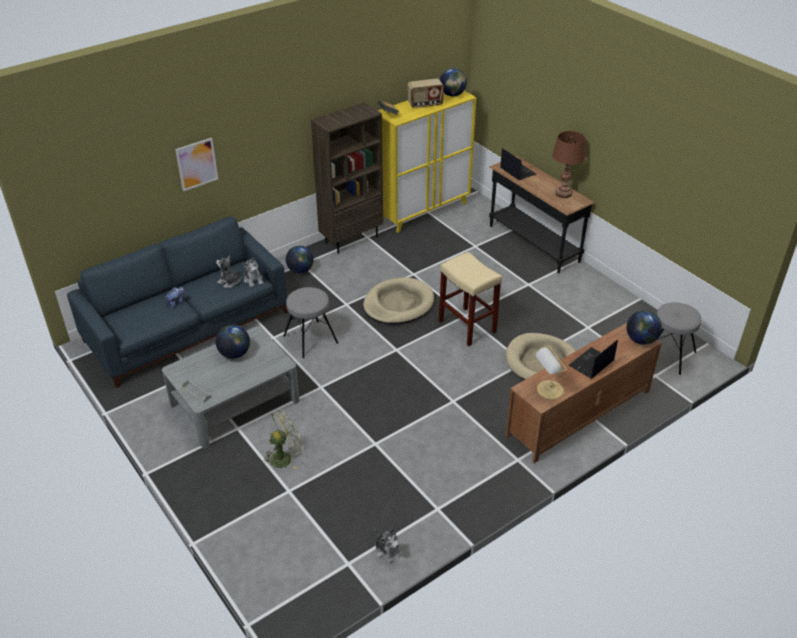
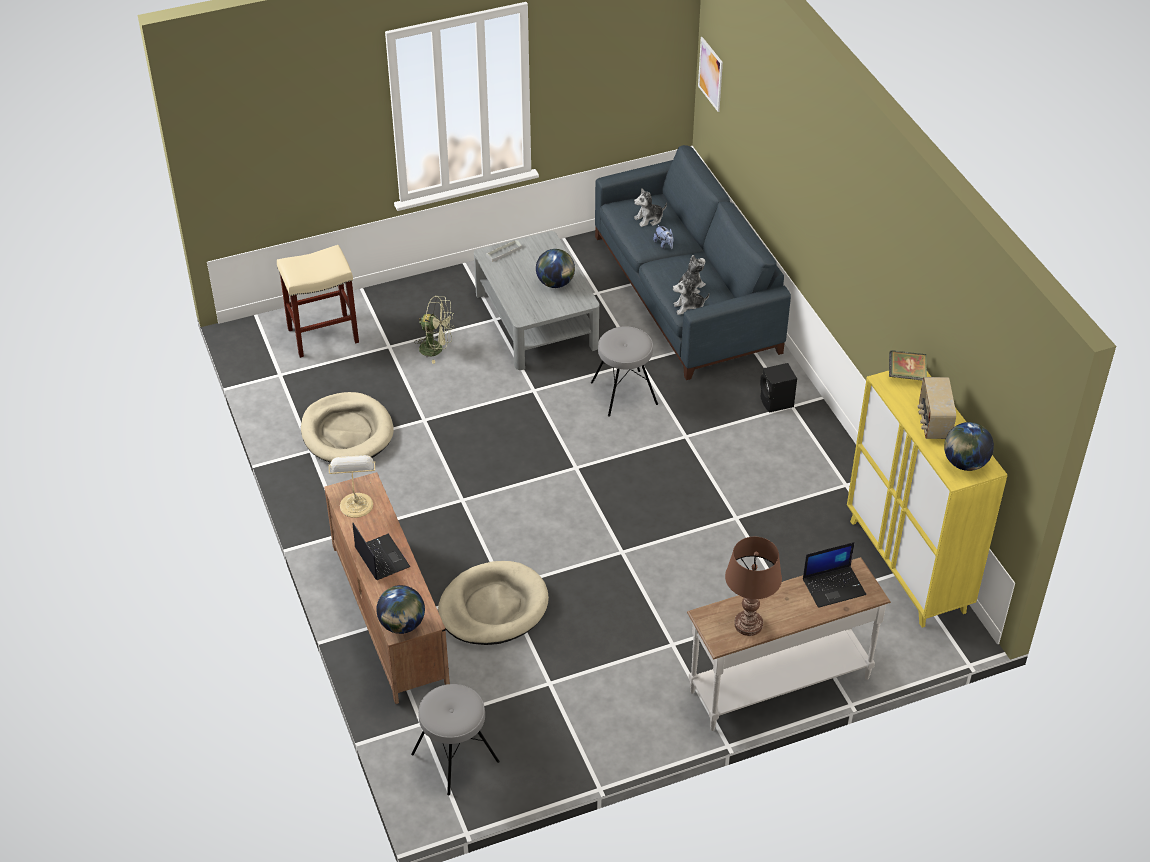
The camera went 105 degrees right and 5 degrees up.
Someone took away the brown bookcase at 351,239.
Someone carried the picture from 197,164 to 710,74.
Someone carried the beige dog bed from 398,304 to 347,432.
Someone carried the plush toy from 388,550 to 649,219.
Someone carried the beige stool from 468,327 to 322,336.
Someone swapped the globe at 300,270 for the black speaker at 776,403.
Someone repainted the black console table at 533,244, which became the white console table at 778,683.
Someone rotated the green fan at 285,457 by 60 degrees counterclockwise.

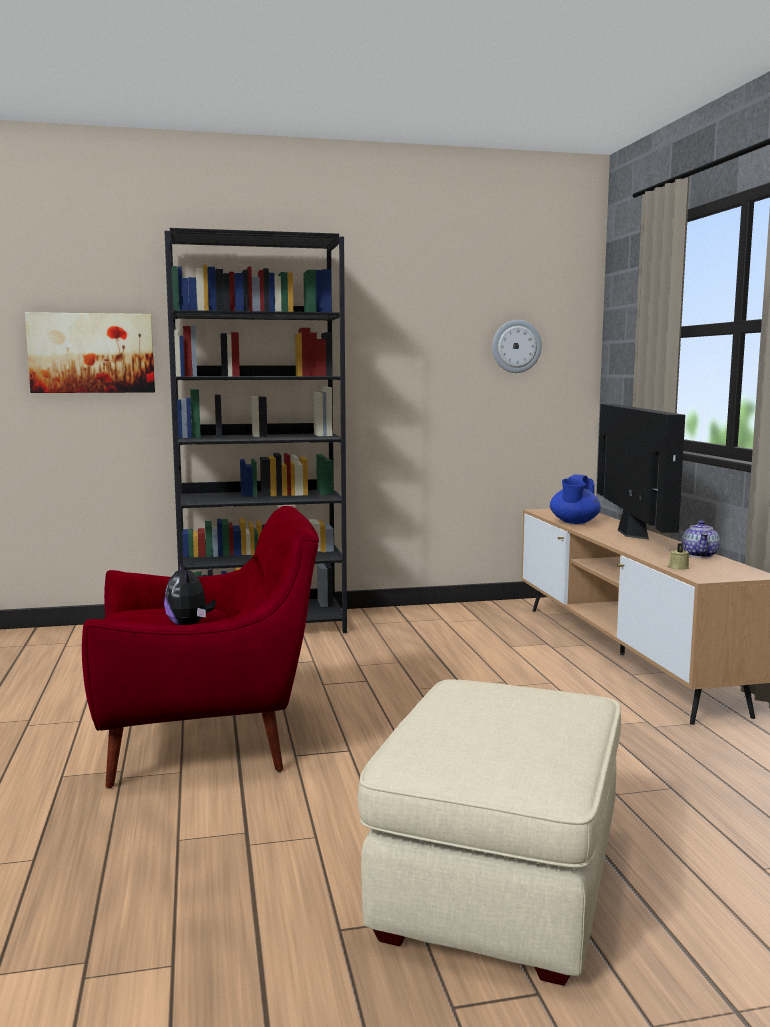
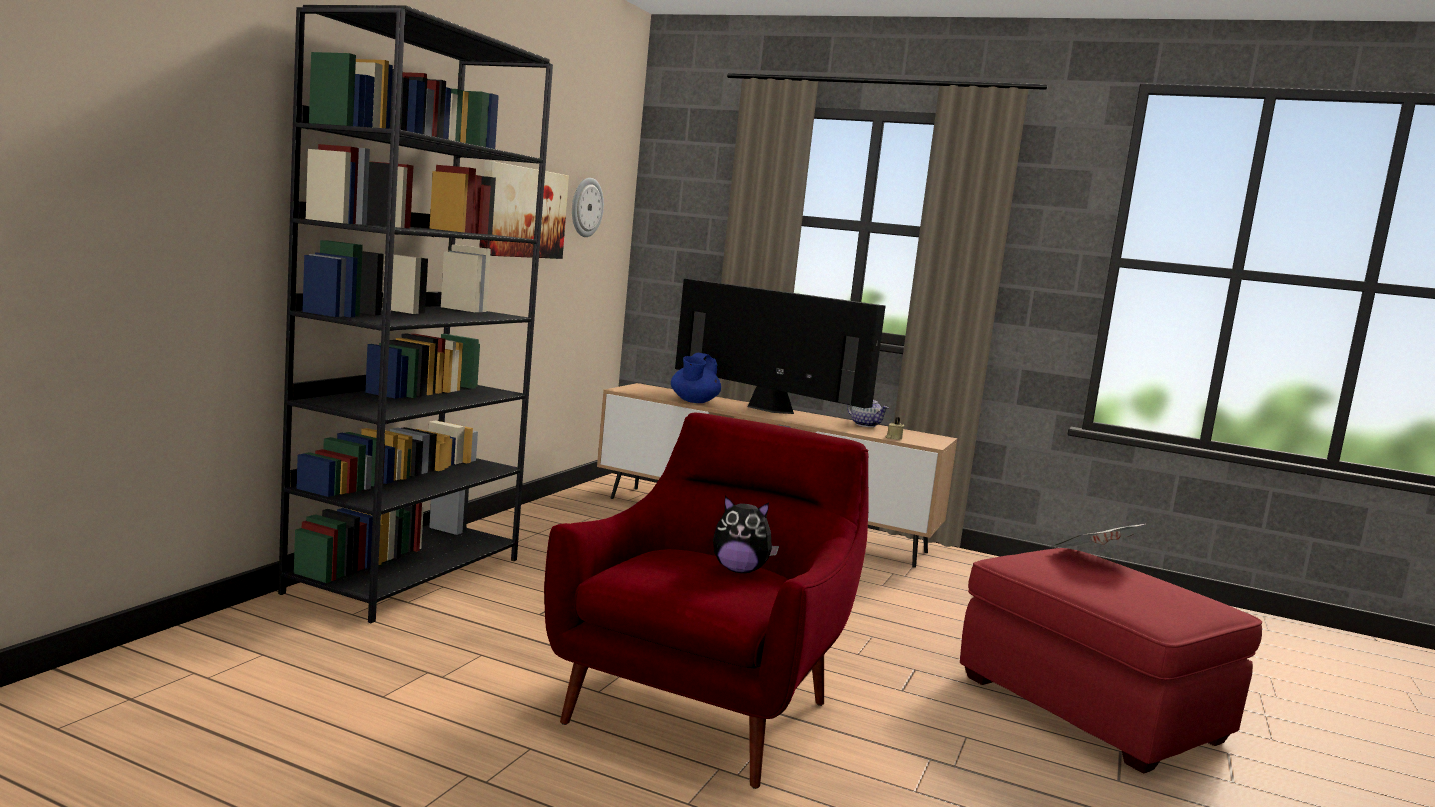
The camera went 55 degrees left and 0 degrees up.
Someone put down the newspaper at 1094,560.
Someone carried the picture from 92,353 to 522,212.
Someone repainted the beige ottoman at 498,884, which became the red ottoman at 1091,709.
Someone rotated the blue teapot at 574,522 by 45 degrees clockwise.

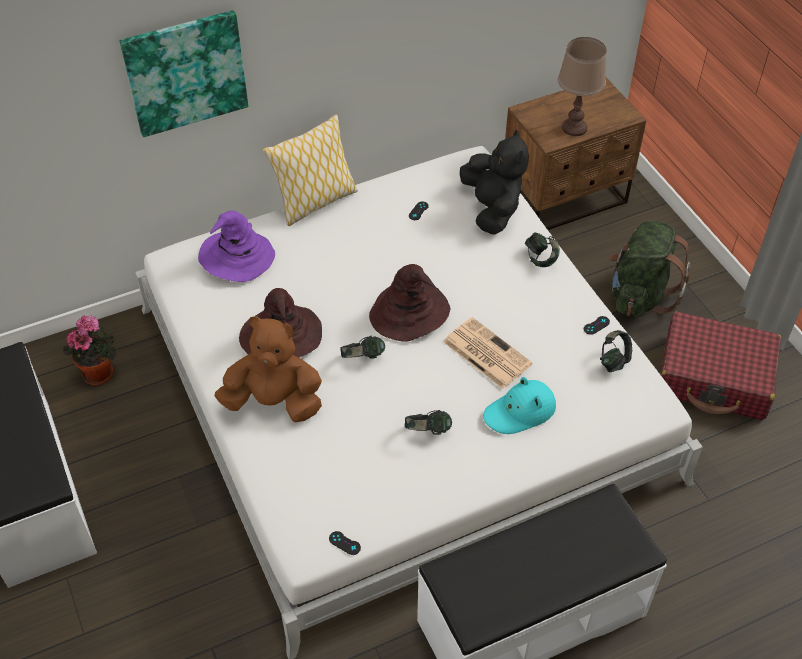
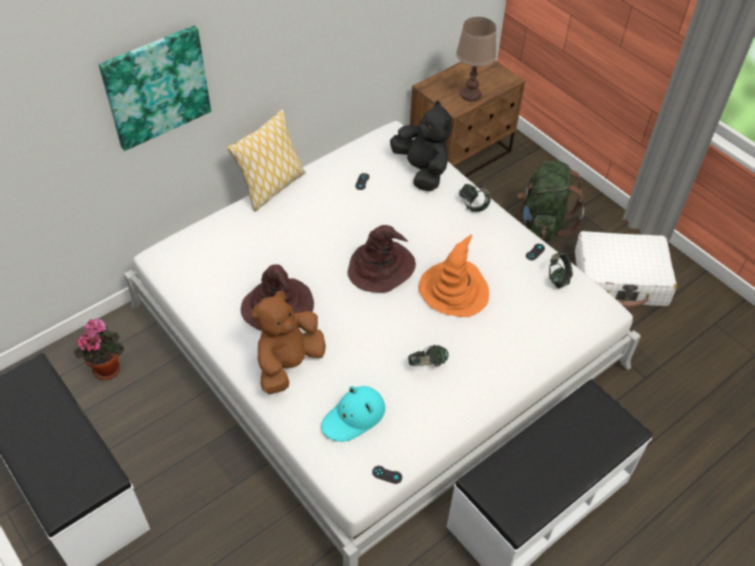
The camera went 15 degrees left and 0 degrees up.
Someone took away the purple hat at 236,257.
Someone took away the headphones at 363,358.
Someone carried the turquoise hat from 520,411 to 353,417.
Someone swapped the newspaper at 485,353 for the orange hat at 454,290.
Someone repainted the red suitcase at 714,377, which became the white suitcase at 620,279.
Someone rotated the brown plush toy at 274,401 by 45 degrees counterclockwise.

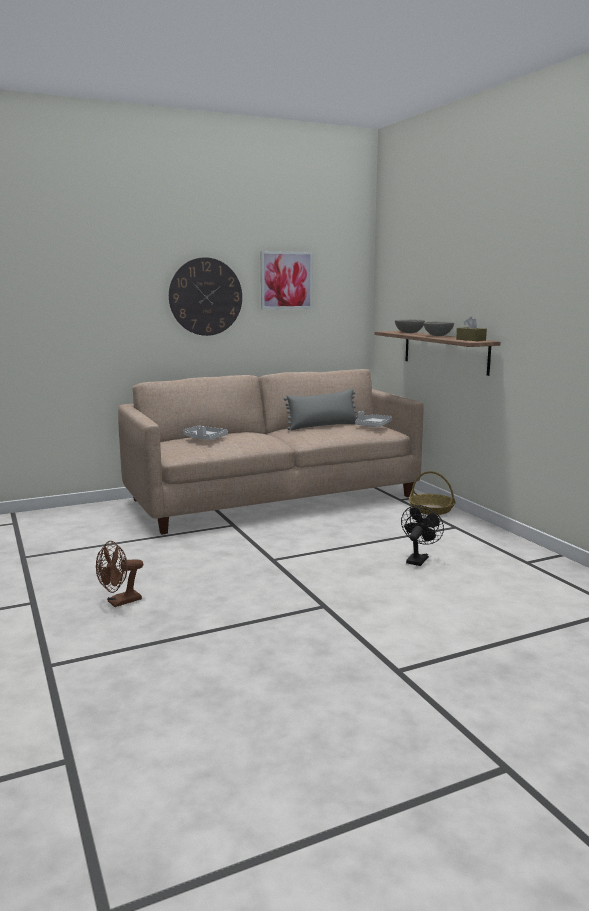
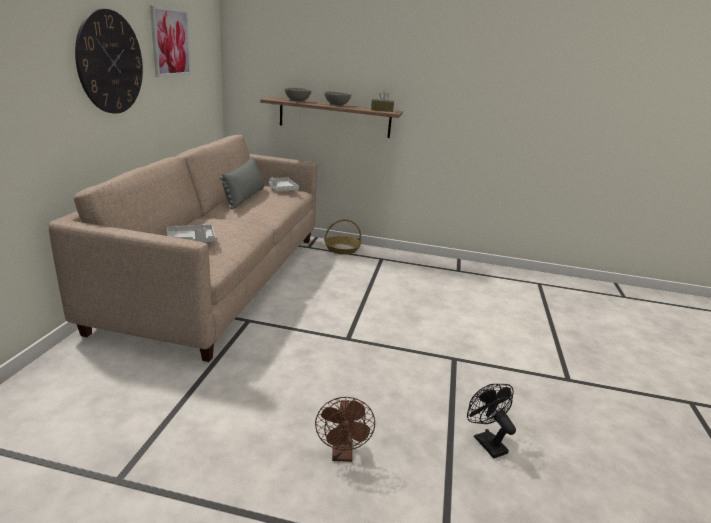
The camera went 55 degrees left and 10 degrees up.
Someone carried the black fan from 418,559 to 486,441.

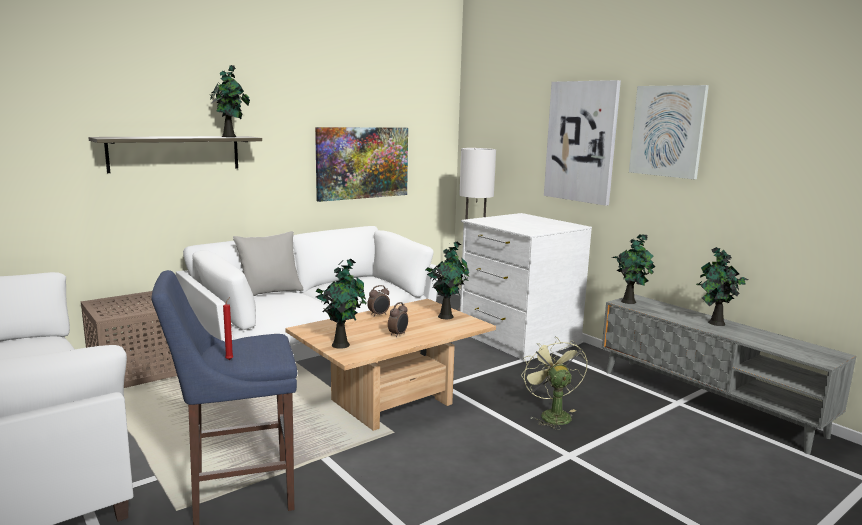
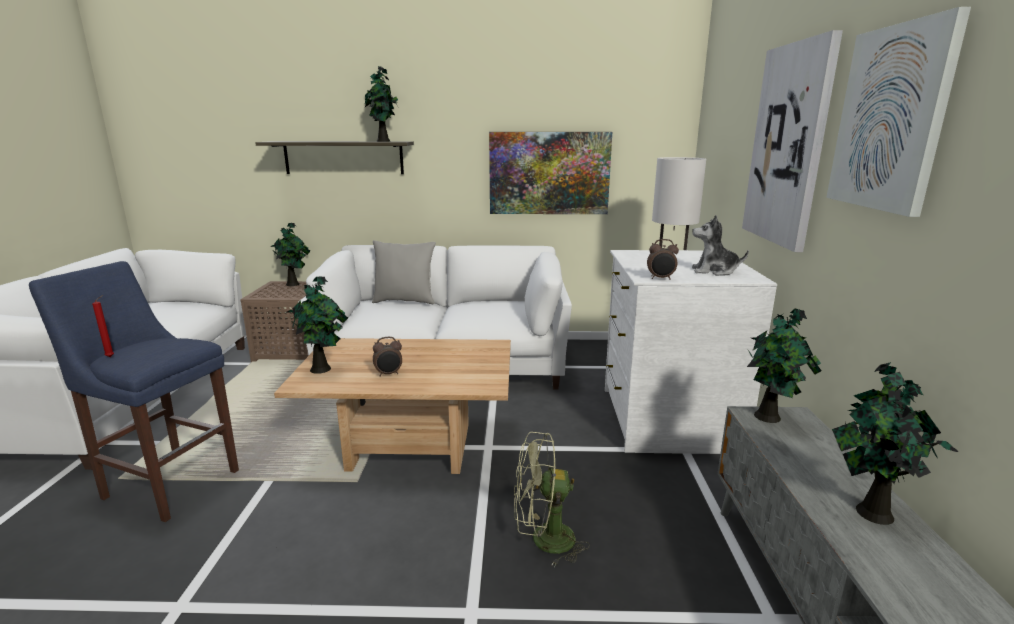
The camera went 40 degrees right and 5 degrees up.
Someone put down the plush toy at 714,271.
Someone carried the alarm clock from 379,315 to 660,278.
Someone carried the potted plant from 446,316 to 294,284.
Someone rotated the green fan at 551,414 by 120 degrees counterclockwise.

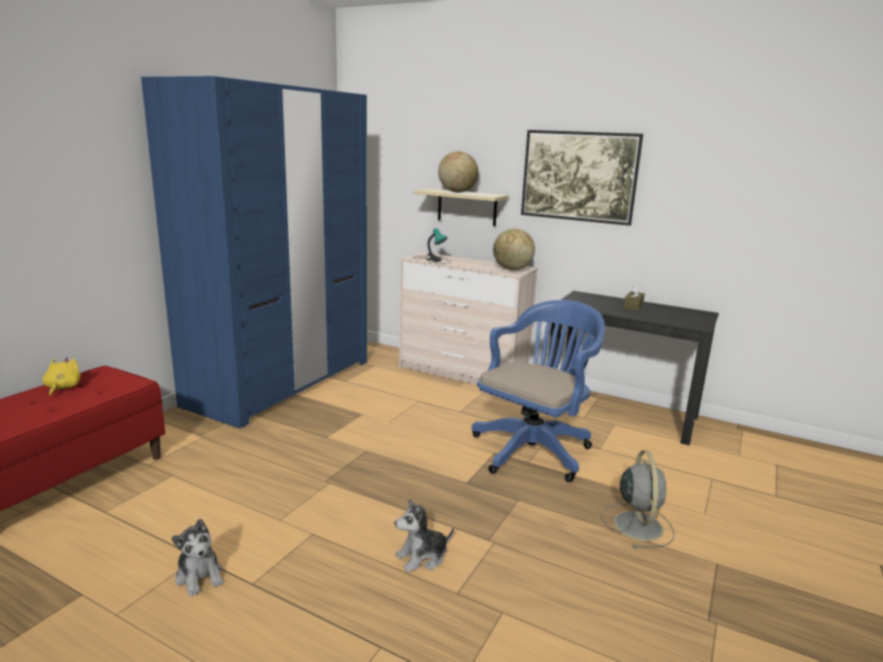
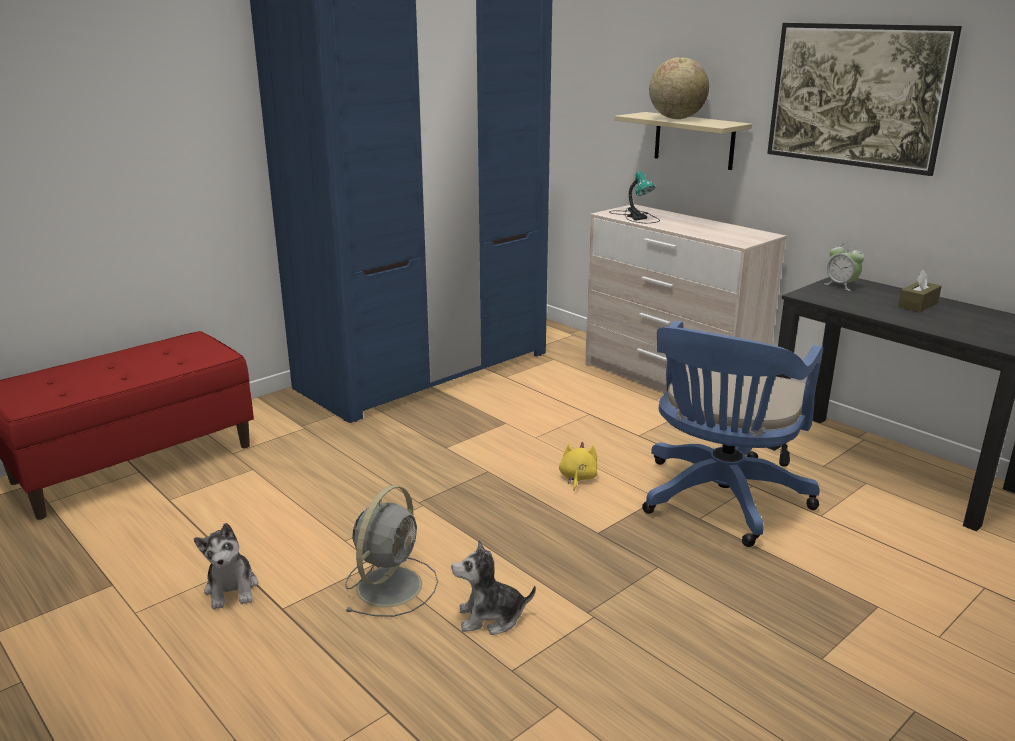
The camera went 20 degrees right and 5 degrees up.
Someone took away the globe at 512,269.
Someone put down the alarm clock at 841,285.
Someone carried the yellow plush toy from 62,388 to 577,478.
Someone carried the grey fan from 637,524 to 391,585.
Someone rotated the blue office chair at 534,449 by 150 degrees clockwise.

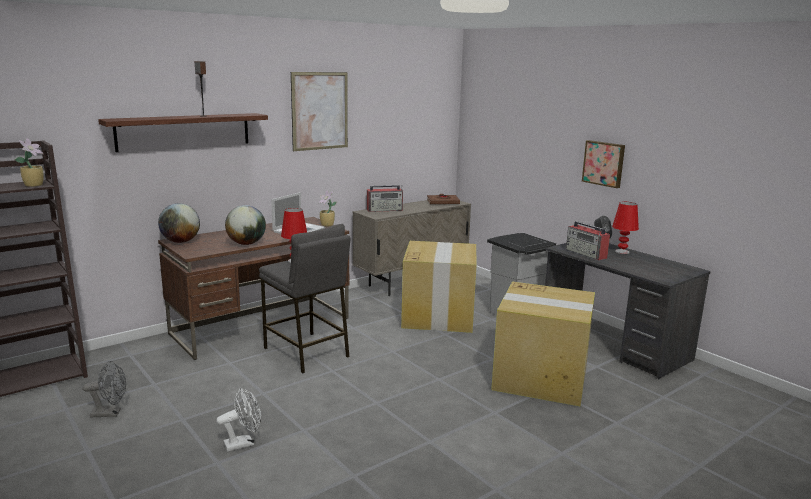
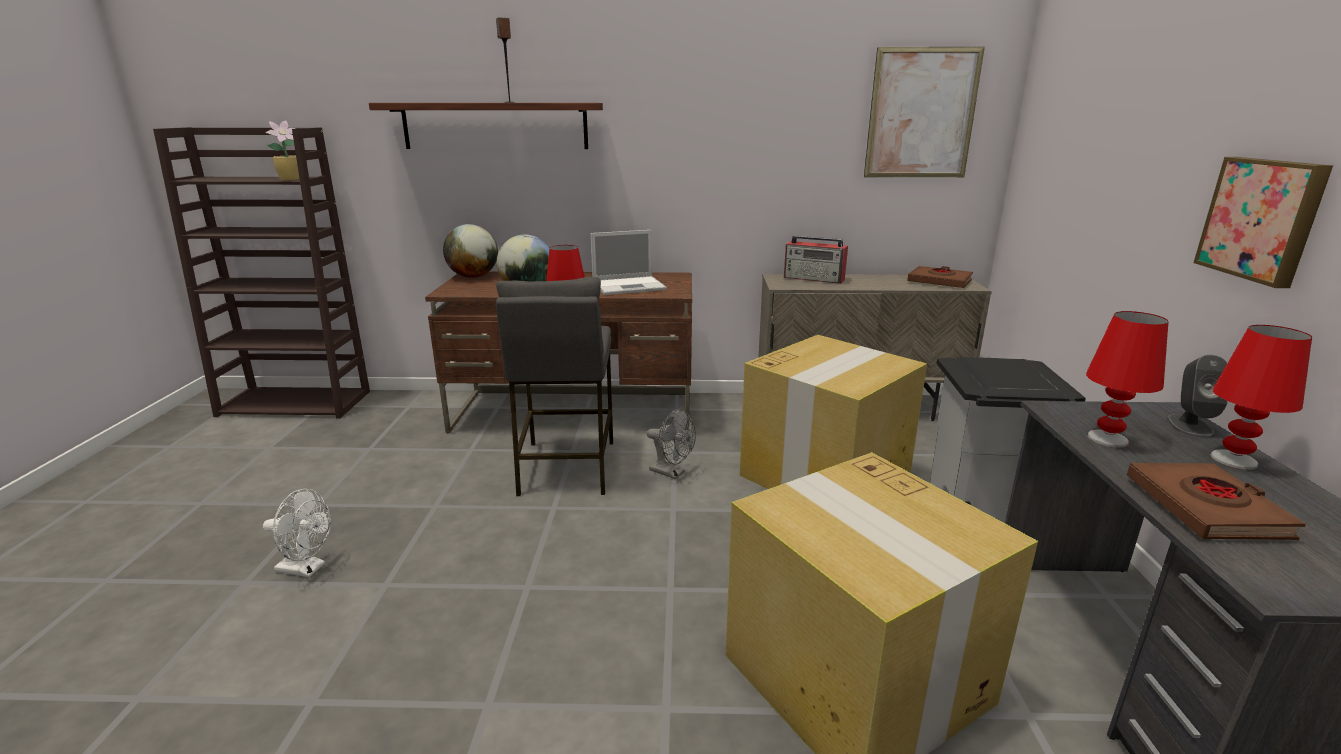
The camera went 40 degrees right and 5 degrees up.
Someone took away the potted plant at 327,225.
Someone put down the brown book at 1206,508.
Someone carried the grey fan from 110,413 to 672,473.
Someone carried the picture from 320,111 to 921,114.
Someone swapped the radio at 586,254 for the red table lamp at 1108,439.

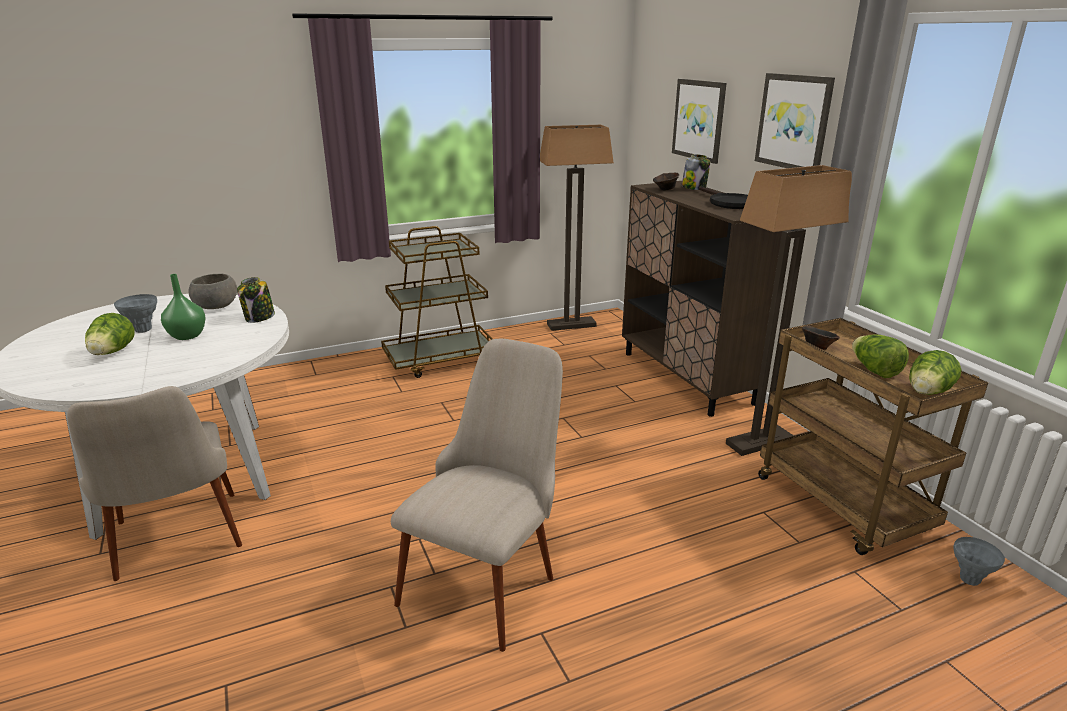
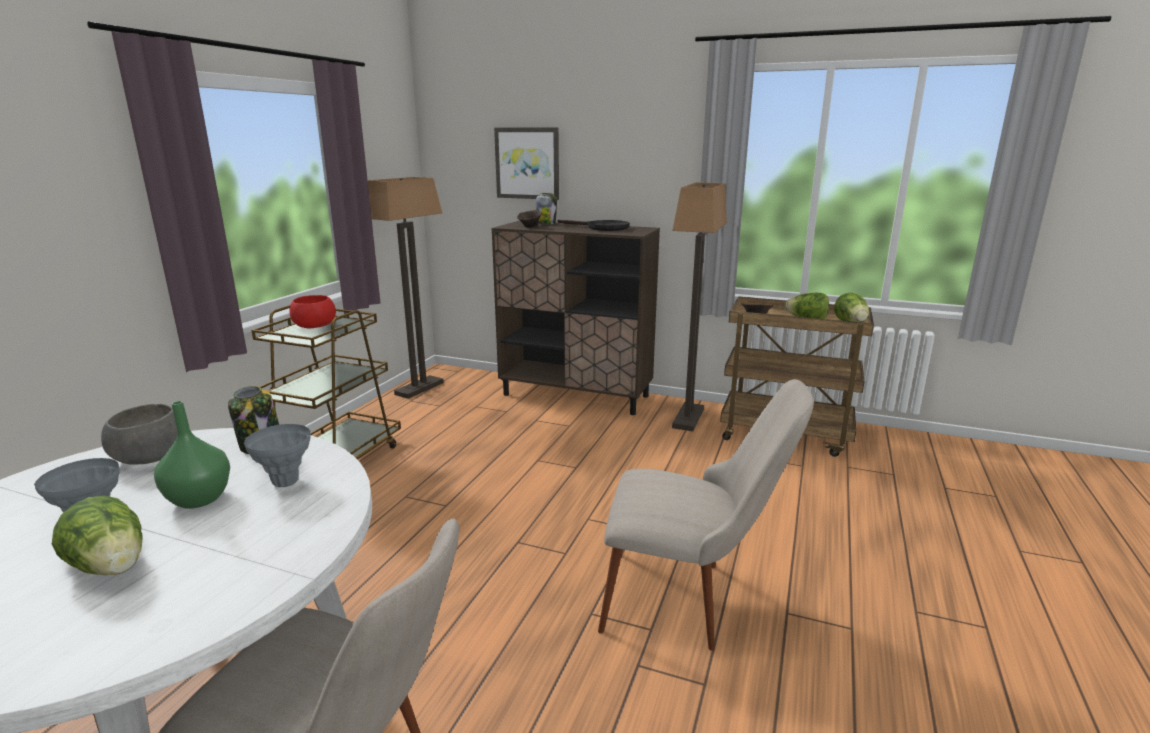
The camera went 45 degrees left and 5 degrees down.
Someone took away the picture at 794,122.
Someone put down the red bowl at 314,326.
Someone carried the grey vase from 969,580 to 285,482.
Someone rotated the beige chair at 489,574 by 120 degrees clockwise.

